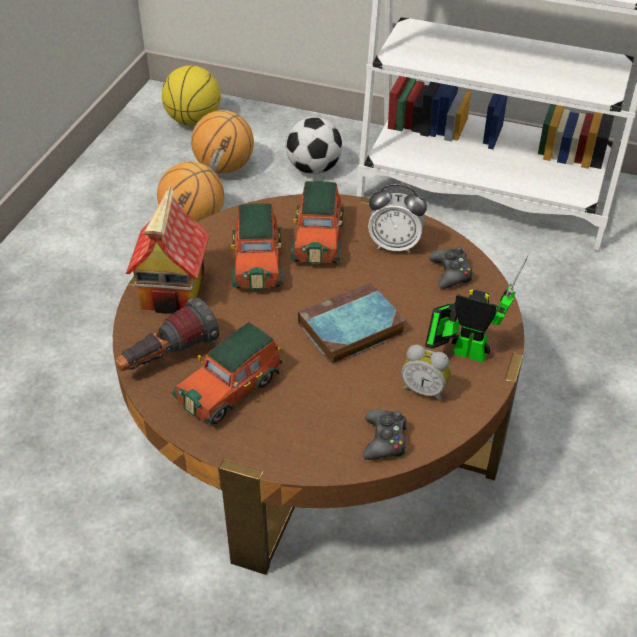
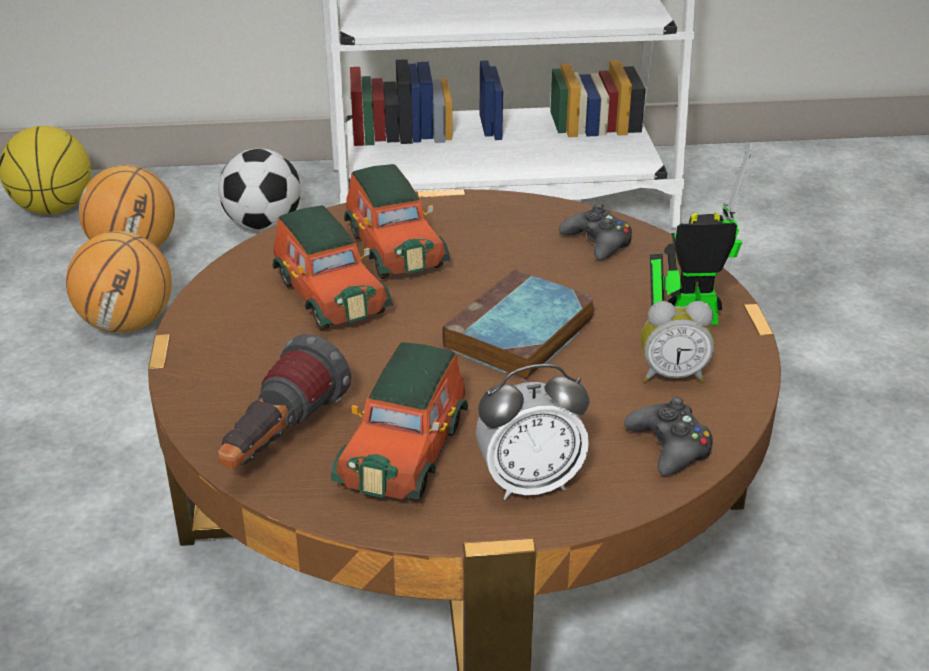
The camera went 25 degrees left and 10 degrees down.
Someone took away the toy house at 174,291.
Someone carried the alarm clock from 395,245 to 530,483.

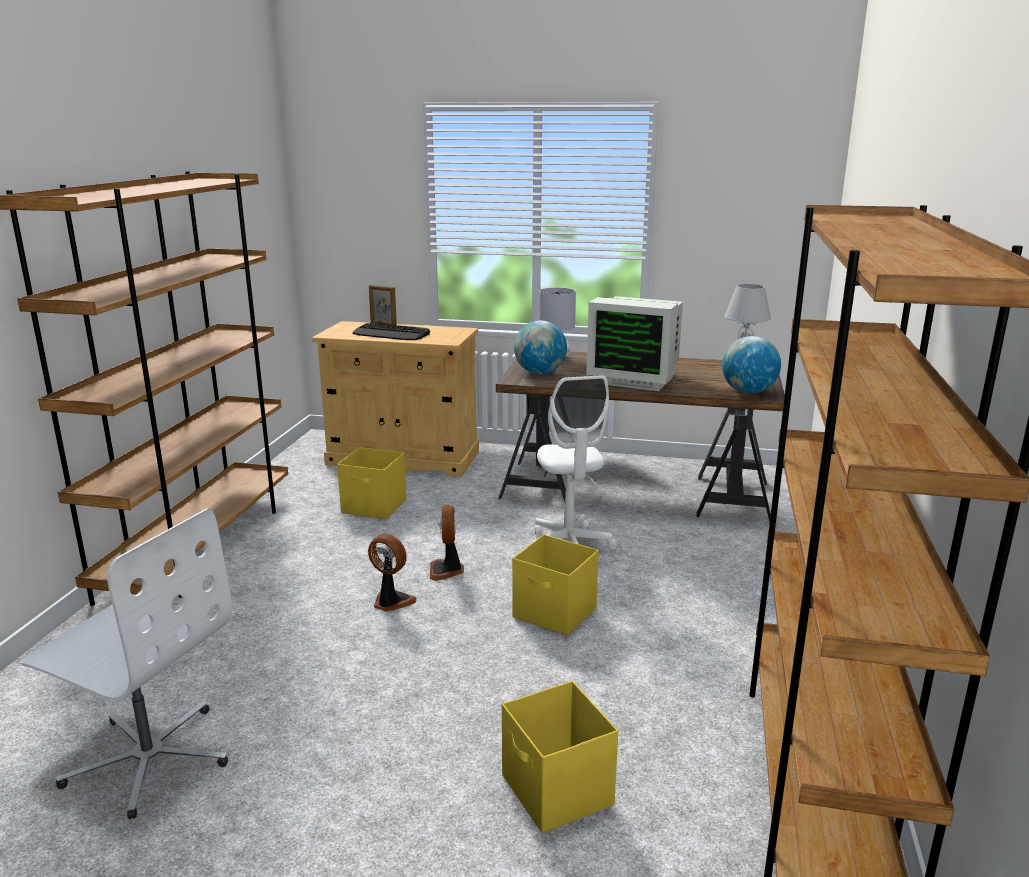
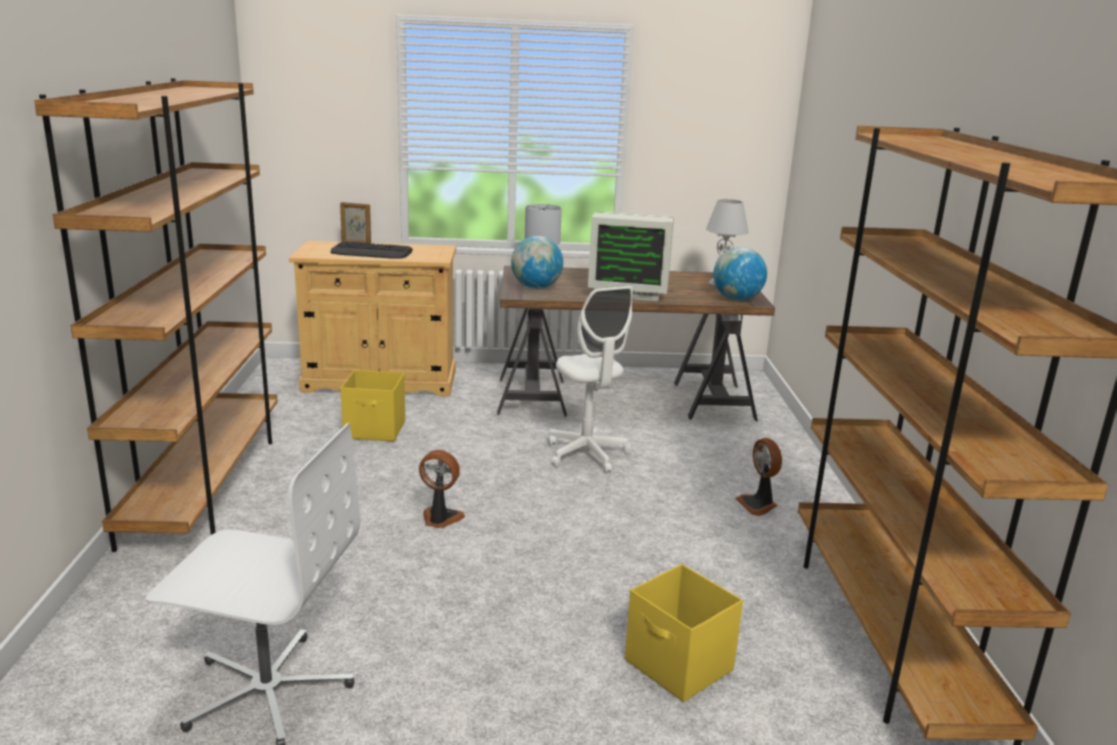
The camera went 15 degrees left and 0 degrees up.
Someone took away the yellow storage box at 555,613.
Someone carried the fan from 447,570 to 758,505.

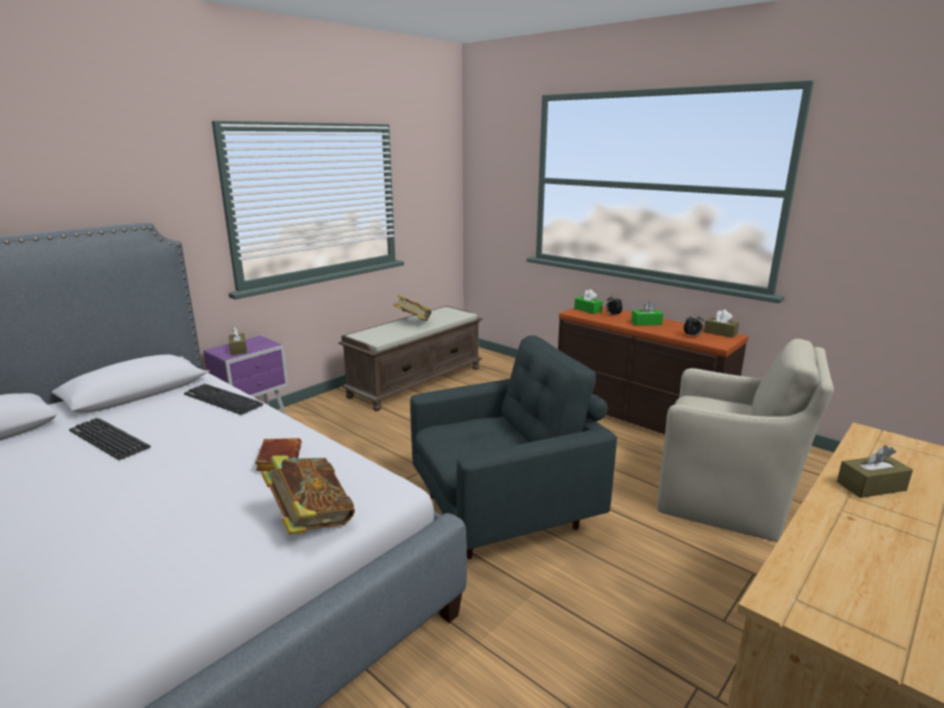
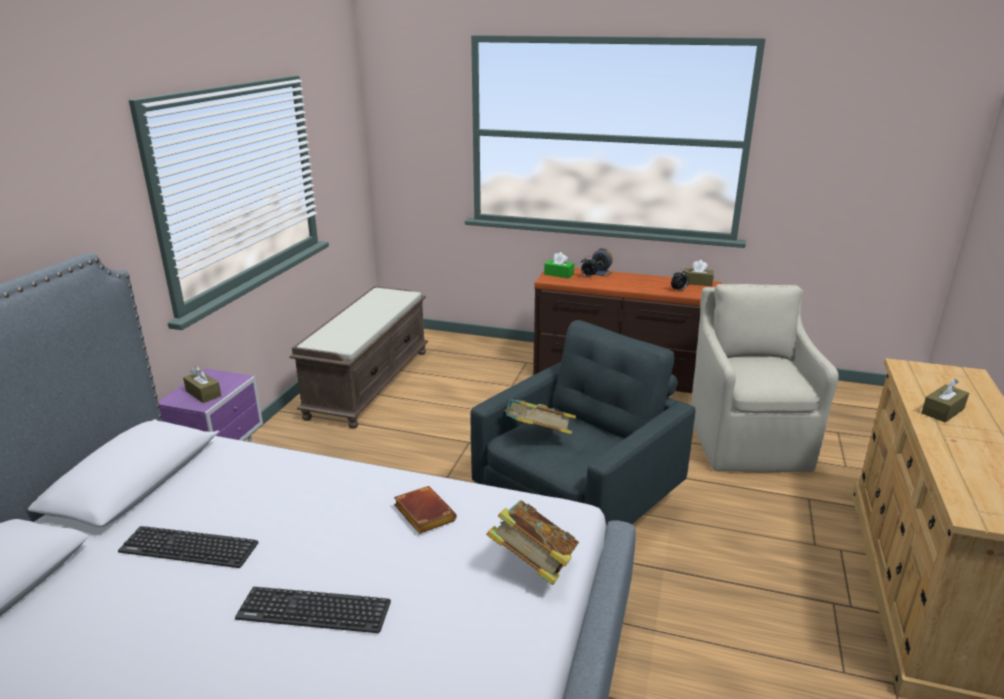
The camera went 25 degrees left and 5 degrees up.
Someone took away the green tissue box at 646,323.
Someone put down the alarm clock at 601,273.
Someone carried the keyboard from 223,400 to 314,610.
Someone carried the book from 413,323 to 537,437.
Someone rotated the beige armchair at 726,500 by 90 degrees counterclockwise.

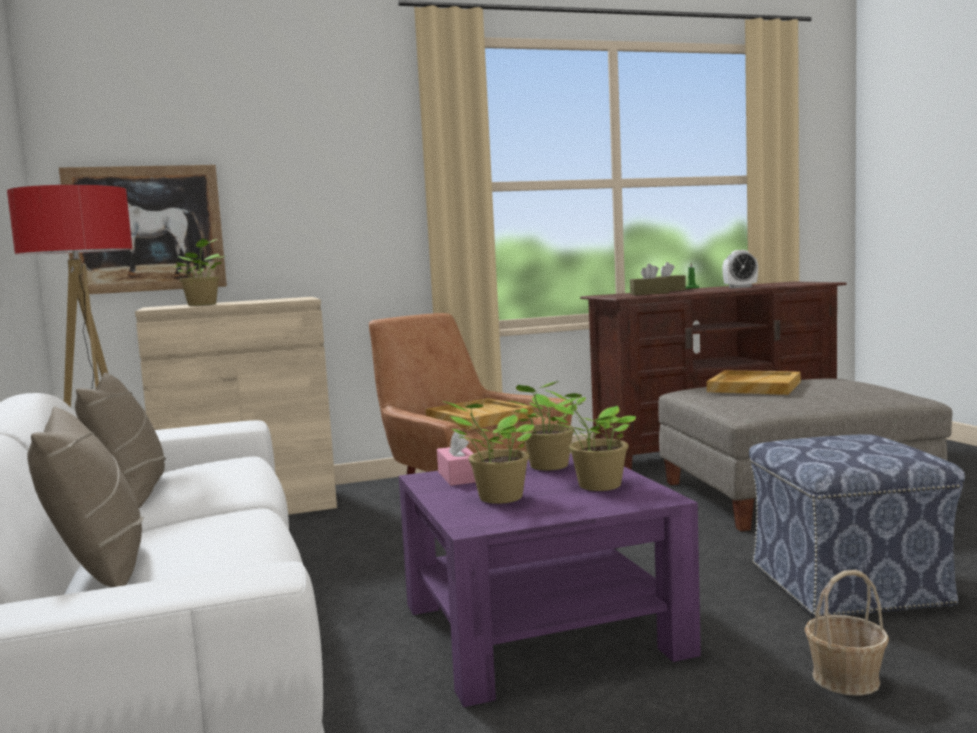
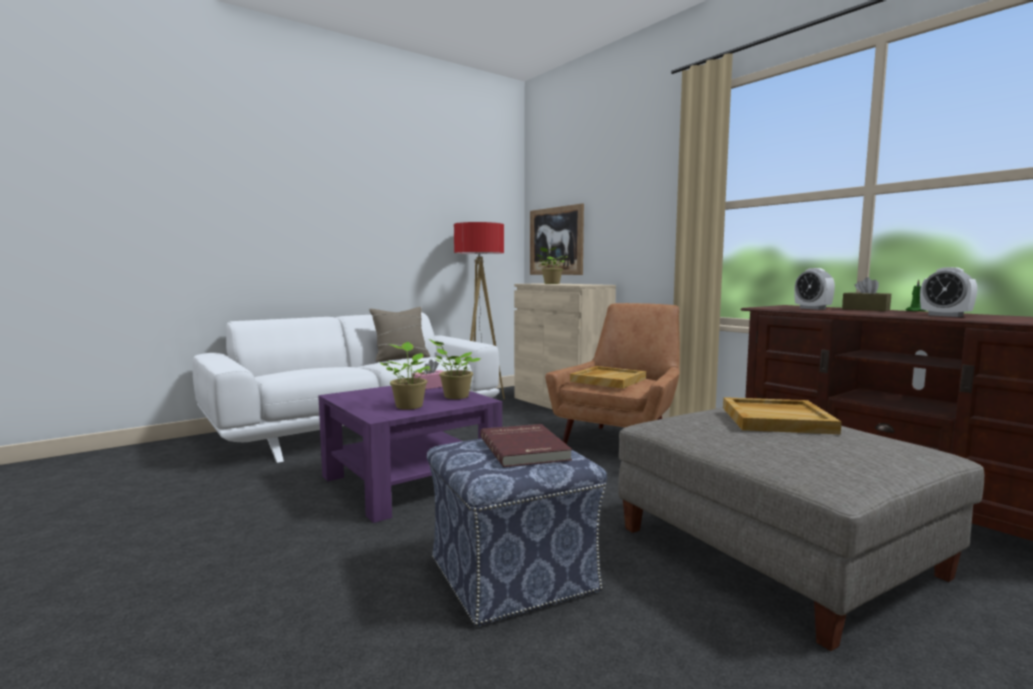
The camera went 70 degrees right and 0 degrees up.
Someone took away the beige pillow at 99,568.
Someone took away the potted plant at 497,498.
Someone took away the basket at 845,679.
Someone put down the red book at 525,448.
Someone swapped the brown tissue box at 649,293 for the alarm clock at 812,308.

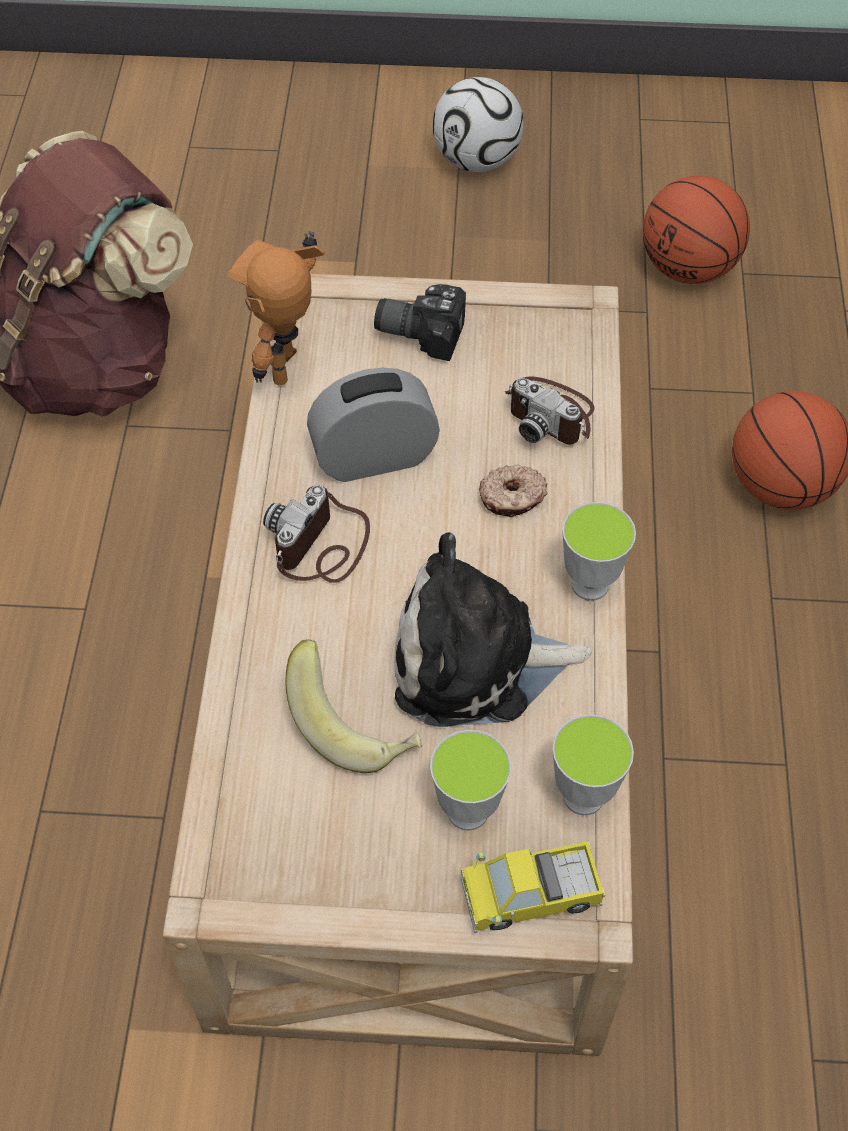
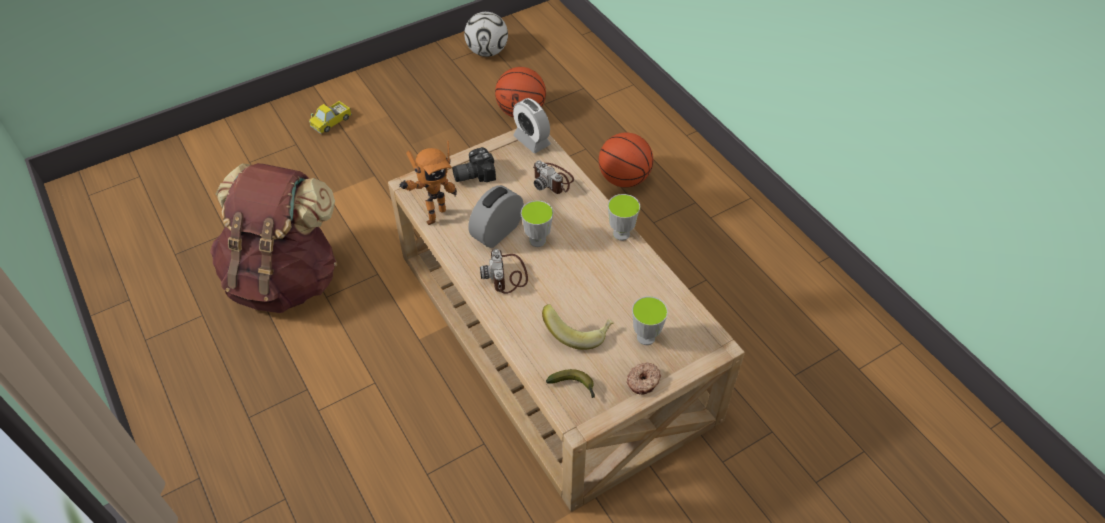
The camera went 35 degrees left and 5 degrees down.
Someone took away the plush toy at 476,661.
Someone put down the alarm clock at 532,140.
Someone put down the banana at 574,386.
Someone carried the football from 477,160 to 487,51.
Someone carried the toy truck from 530,895 to 331,122.
Someone carried the donut from 512,498 to 643,381.
Someone carried the cup from 583,796 to 537,240.
Someone rotated the toy robot at 293,369 by 120 degrees counterclockwise.
Someone rotated the photo camera at 551,414 by 45 degrees clockwise.

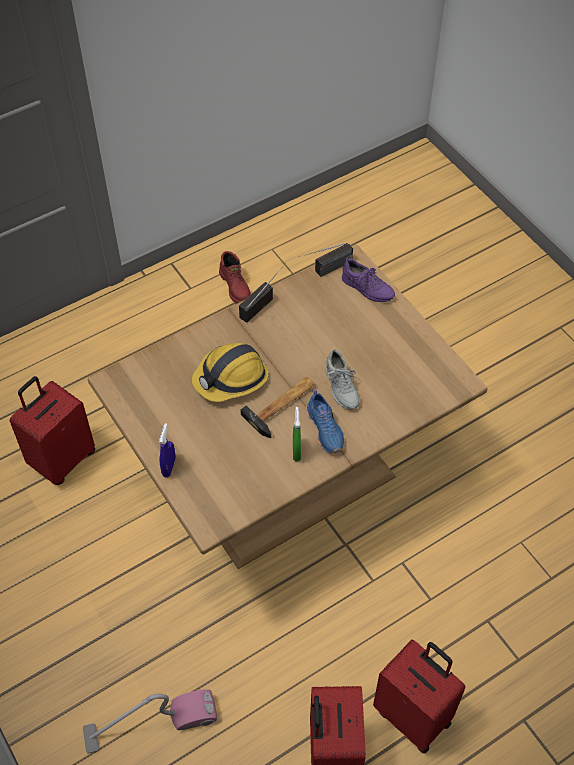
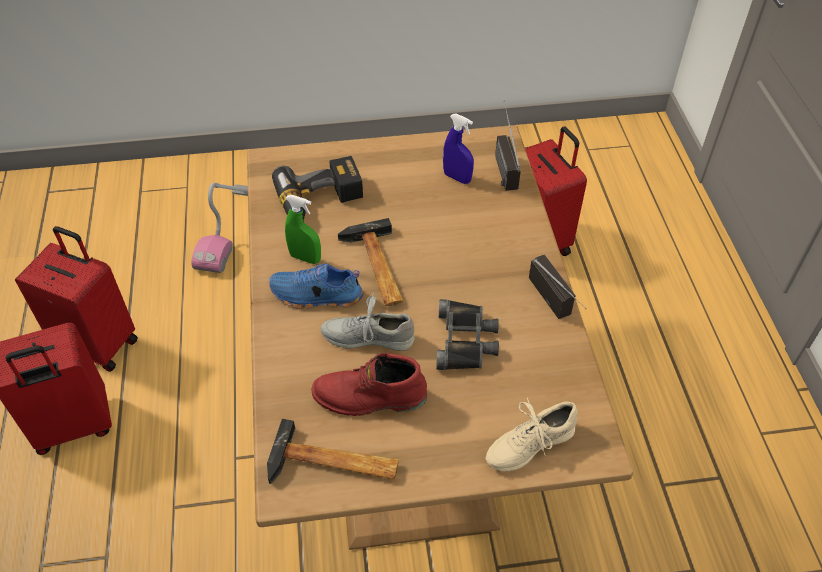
The camera went 115 degrees right and 5 degrees down.
Someone took away the hard hat at 231,378.
Someone put down the hammer at 334,465.
Someone put down the power drill at 321,202.
Someone put down the black binoculars at 466,340.
Someone carried the blue spray bottle from 169,467 to 457,178.
Someone carried the red boot from 235,286 to 369,399.
Someone carried the radio from 325,271 to 501,163.
Someone repainted the purple shoe at 367,288, which became the beige shoe at 529,444.

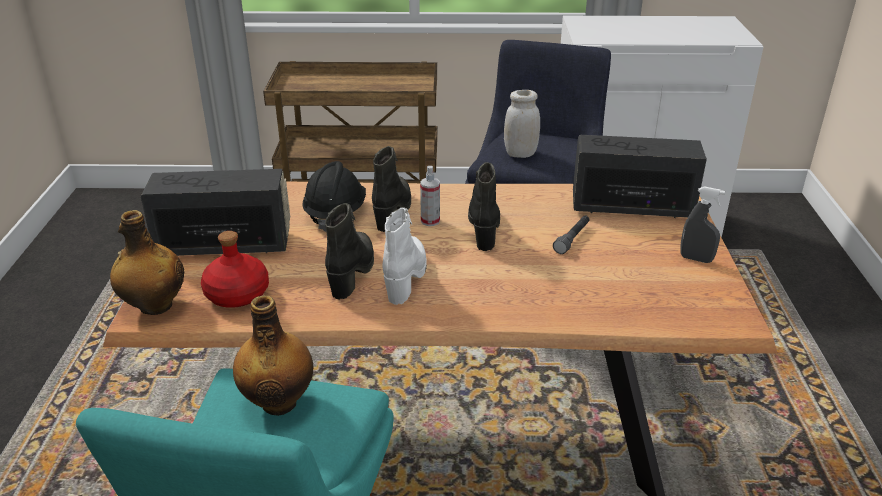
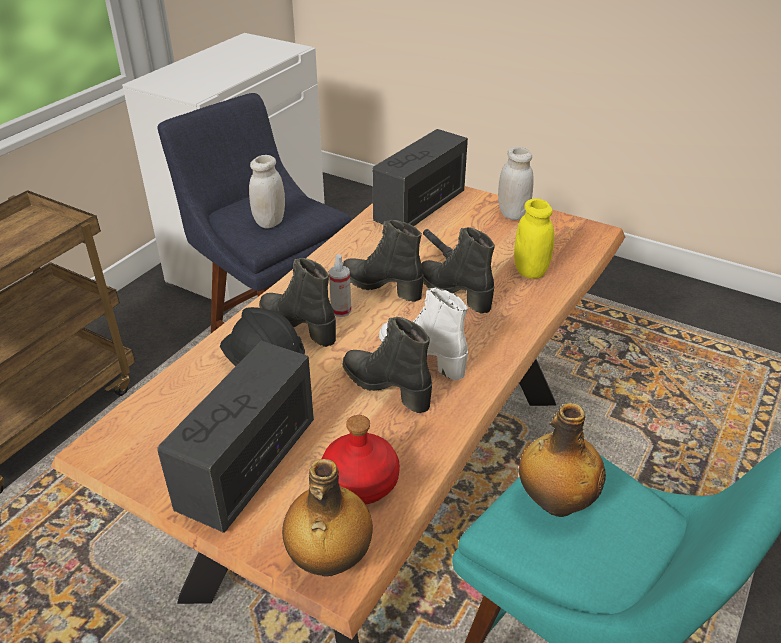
The camera went 60 degrees left and 5 degrees up.
Someone put down the black boot at 455,293.
Someone put down the yellow jar at 530,271.
Someone swapped the grey spray bottle at 696,259 for the white jar at 512,214.

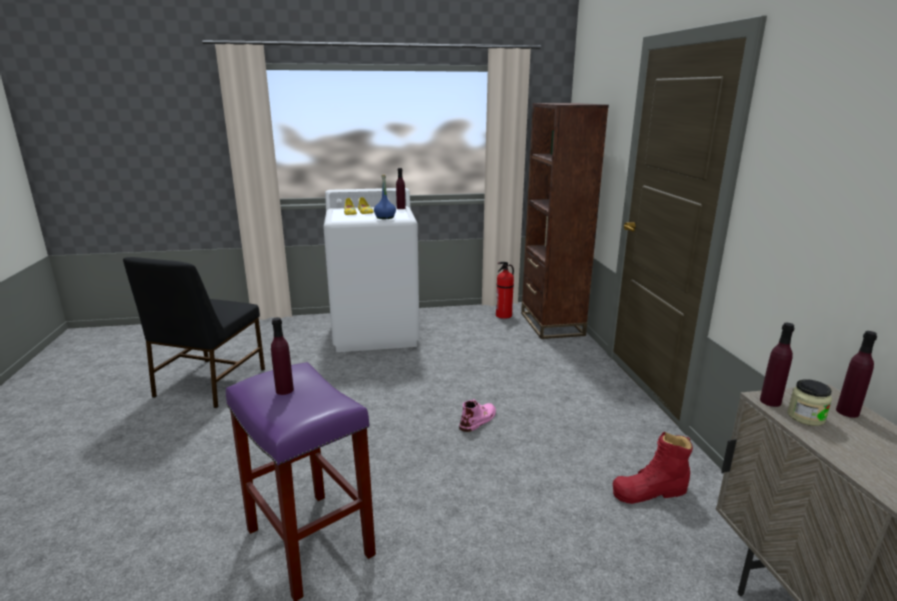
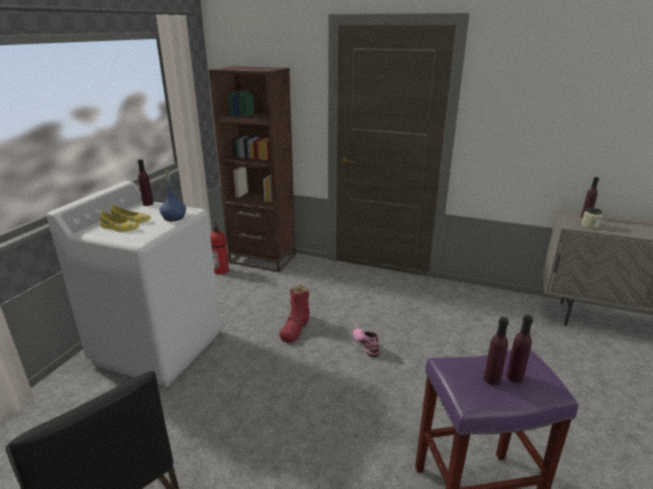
The camera went 60 degrees left and 5 degrees up.
Someone carried the red boot from 650,491 to 295,328.
Someone carried the purple bottle from 770,401 to 514,377.

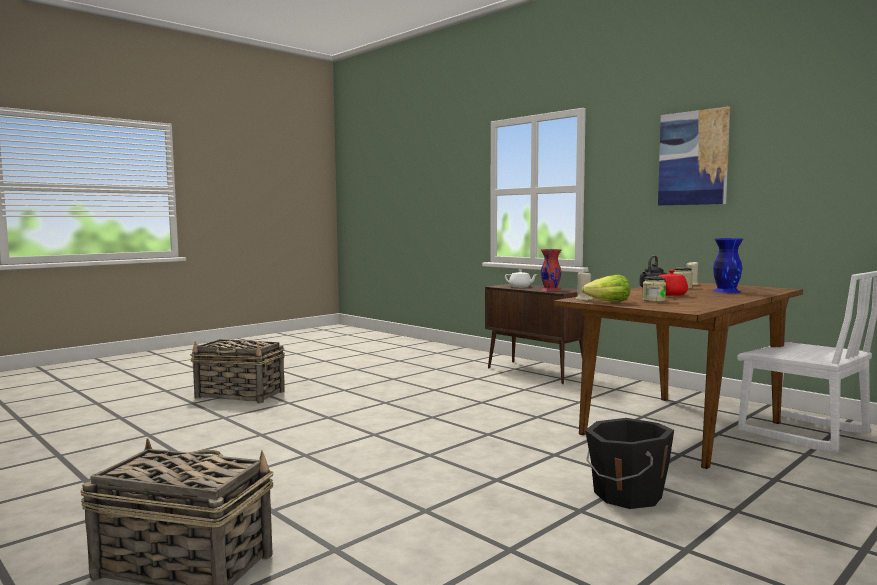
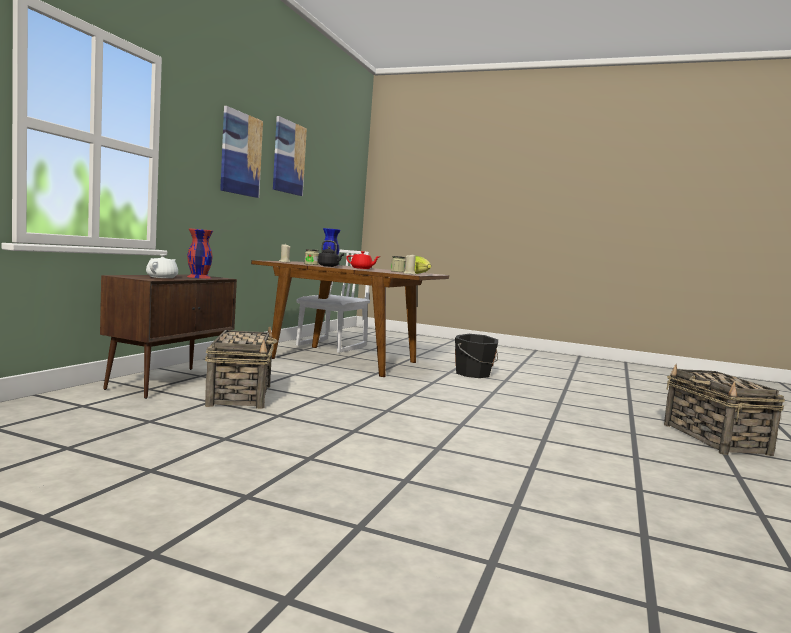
The camera went 115 degrees left and 0 degrees up.
Someone put up the picture at 289,157.
Someone carried the basket from 241,395 to 240,395.

